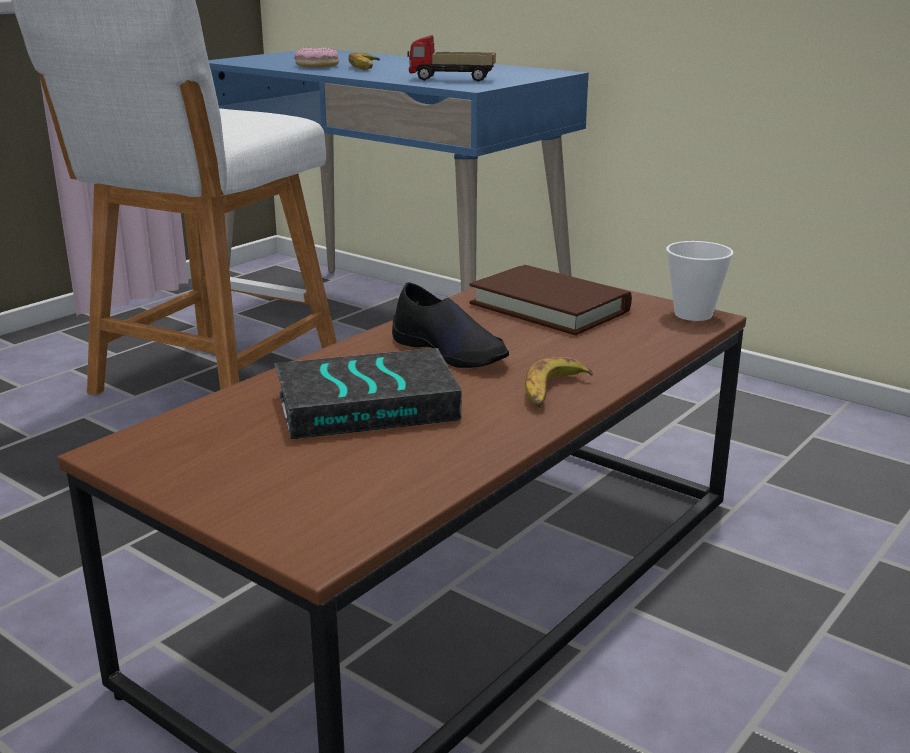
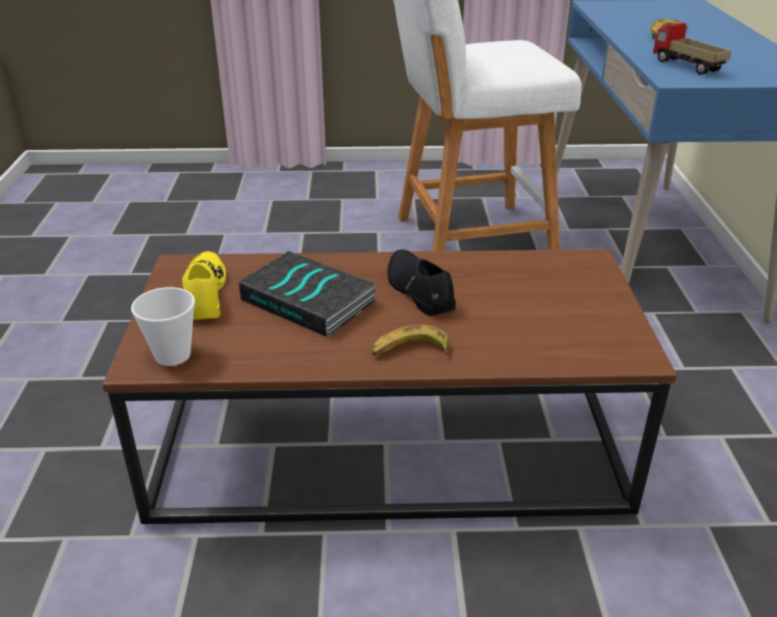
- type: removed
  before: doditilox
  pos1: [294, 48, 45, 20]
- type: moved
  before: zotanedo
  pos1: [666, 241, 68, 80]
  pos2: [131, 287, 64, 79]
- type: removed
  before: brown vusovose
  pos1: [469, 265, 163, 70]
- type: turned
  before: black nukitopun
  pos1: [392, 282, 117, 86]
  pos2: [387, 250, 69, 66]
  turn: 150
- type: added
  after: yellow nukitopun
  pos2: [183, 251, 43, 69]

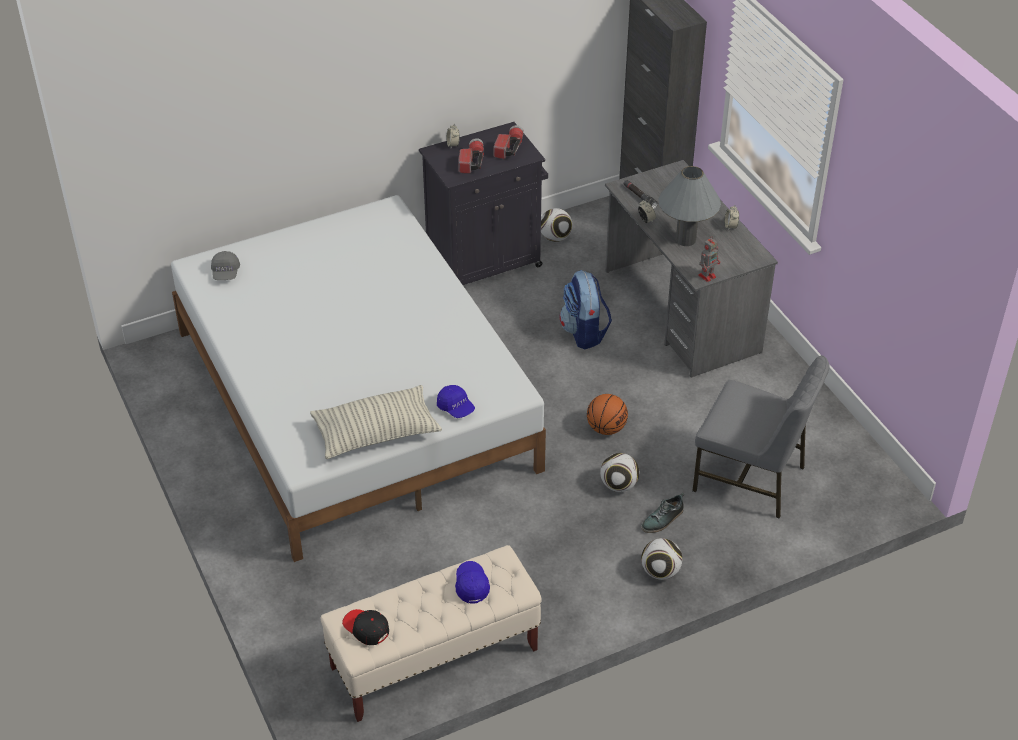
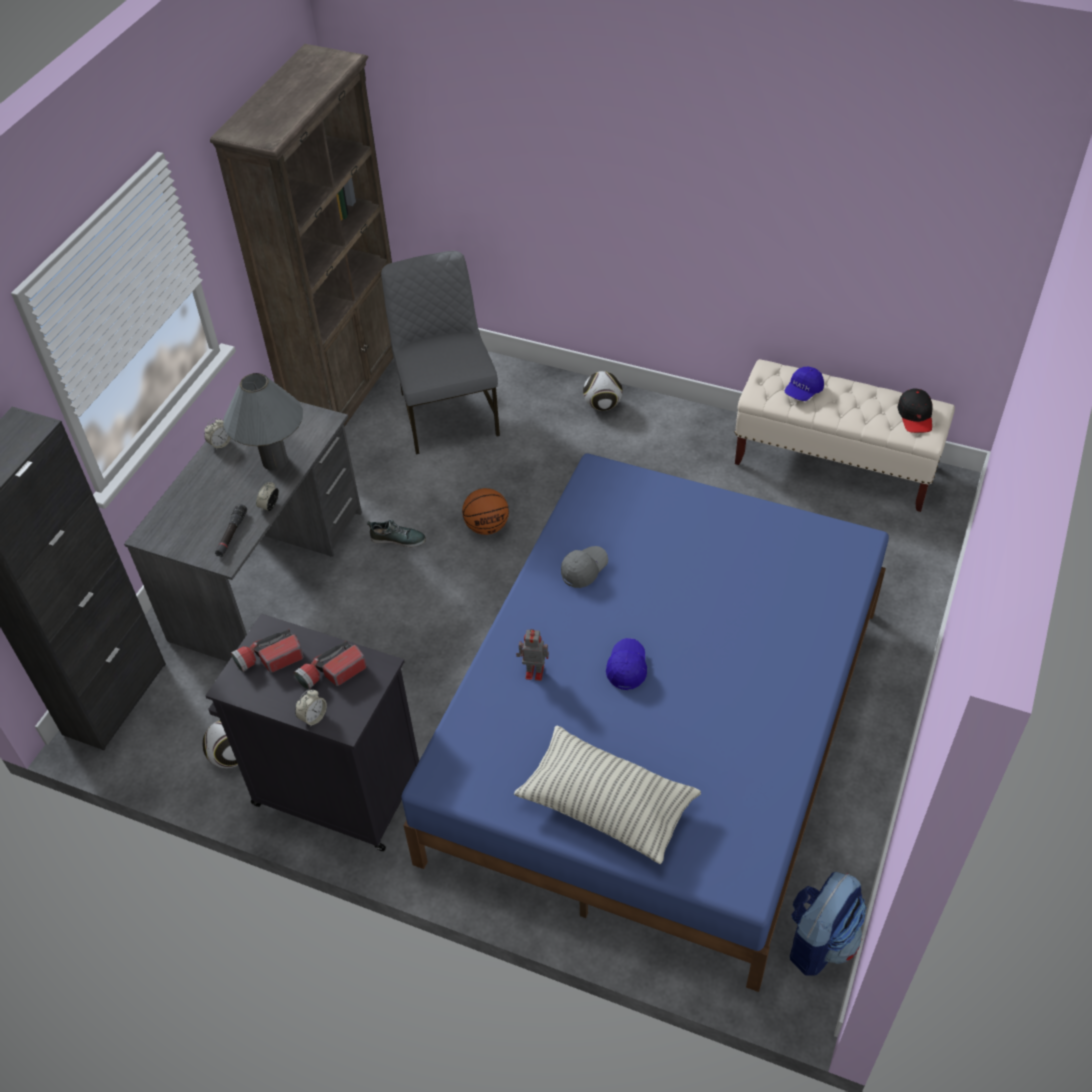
- type: recoloured
  before: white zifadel
  after: blue zifadel
  pos1: [171, 195, 375, 367]
  pos2: [401, 454, 488, 538]
- type: moved
  before: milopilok
  pos1: [698, 236, 22, 46]
  pos2: [516, 629, 33, 52]
- type: moved
  before: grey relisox
  pos1: [211, 251, 29, 29]
  pos2: [561, 546, 47, 42]
- type: moved
  before: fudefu
  pos1: [560, 270, 52, 79]
  pos2: [790, 872, 76, 104]
- type: moved
  before: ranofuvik
  pos1: [310, 385, 132, 74]
  pos2: [514, 725, 187, 139]
- type: moved
  before: blue relisox
  pos1: [437, 385, 38, 33]
  pos2: [606, 638, 41, 52]
- type: removed
  before: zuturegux
  pos1: [600, 453, 39, 39]
- type: moved
  before: nukitopun
  pos1: [641, 493, 43, 40]
  pos2: [367, 519, 59, 28]
- type: added
  after: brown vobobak
  pos2: [210, 44, 184, 383]

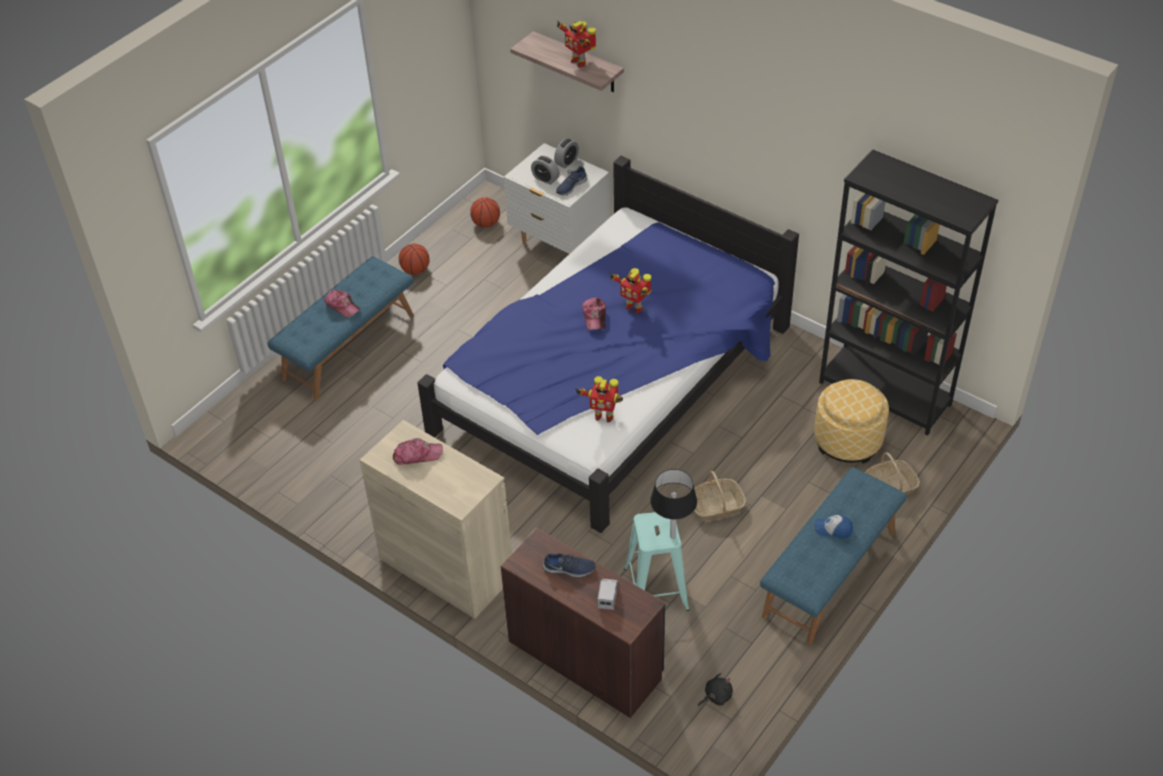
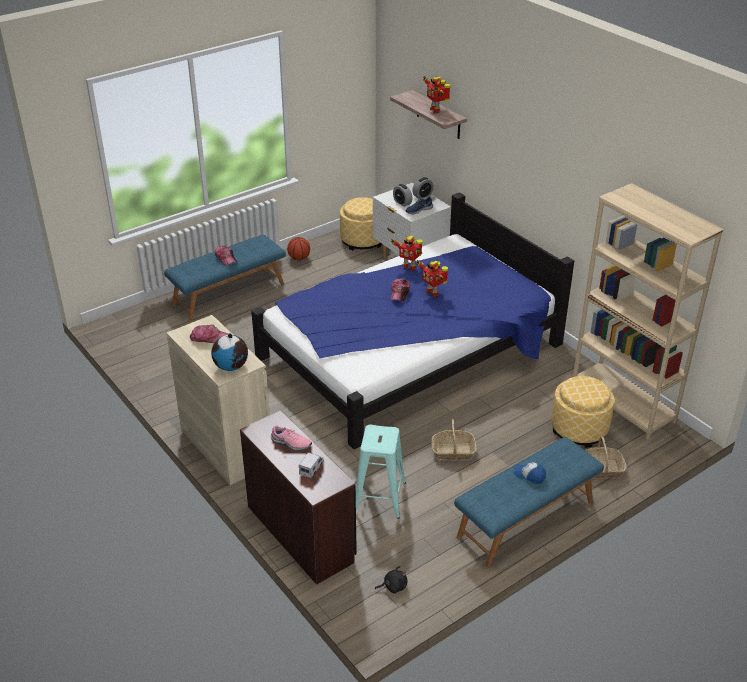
- type: recoloured
  before: black vobobak
  after: beige vobobak
  pos1: [819, 149, 179, 287]
  pos2: [573, 183, 151, 257]
- type: replaced
  before: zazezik
  after: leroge
  pos1: [470, 197, 30, 31]
  pos2: [340, 197, 42, 53]
- type: moved
  before: milopilok
  pos1: [576, 376, 47, 47]
  pos2: [391, 236, 32, 35]
- type: removed
  before: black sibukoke
  pos1: [650, 469, 47, 70]
- type: recoloured
  before: blue nukitopun
  after: pink nukitopun
  pos1: [543, 553, 53, 25]
  pos2: [271, 425, 41, 25]
- type: added
  after: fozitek
  pos2: [211, 333, 37, 38]

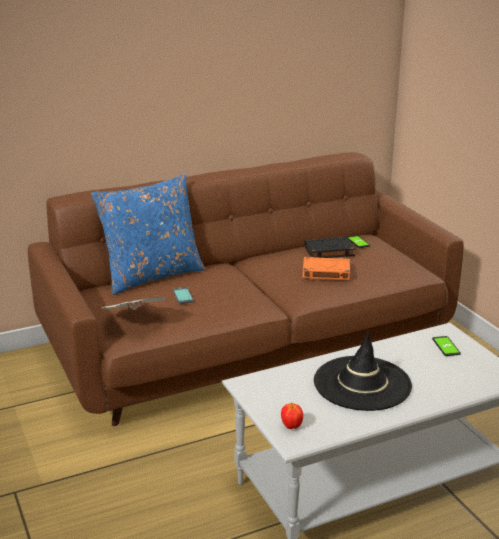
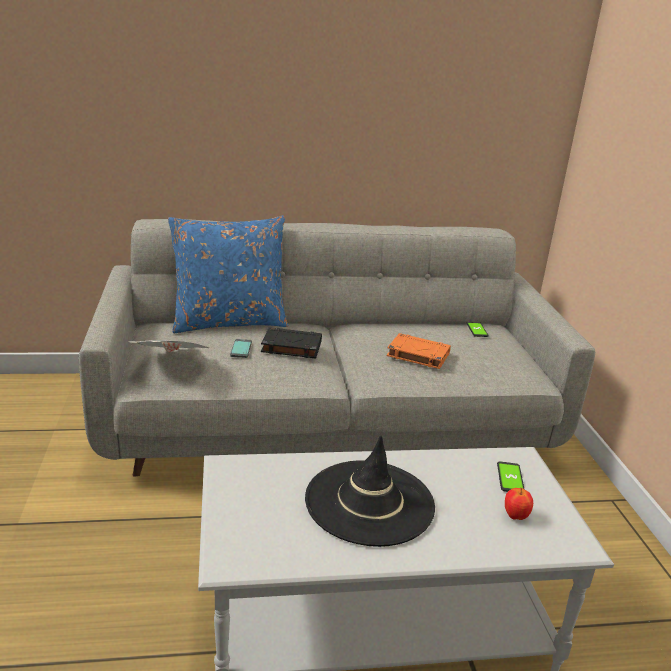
- type: recoloured
  before: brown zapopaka
  after: grey zapopaka
  pos1: [28, 152, 436, 274]
  pos2: [79, 219, 516, 258]
- type: moved
  before: black vusovose
  pos1: [304, 237, 51, 21]
  pos2: [261, 327, 61, 32]
- type: moved
  before: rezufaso
  pos1: [281, 403, 22, 26]
  pos2: [505, 488, 28, 32]

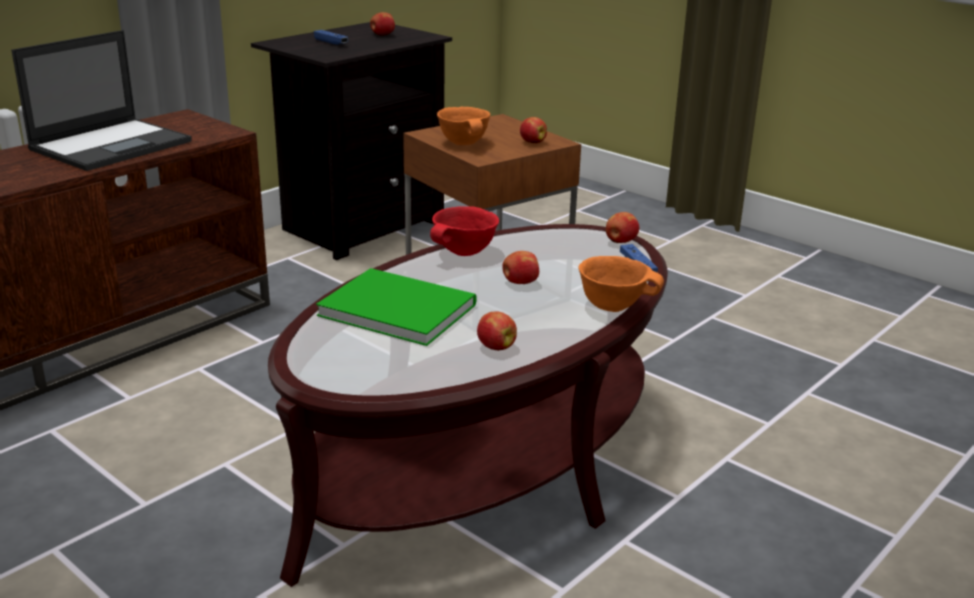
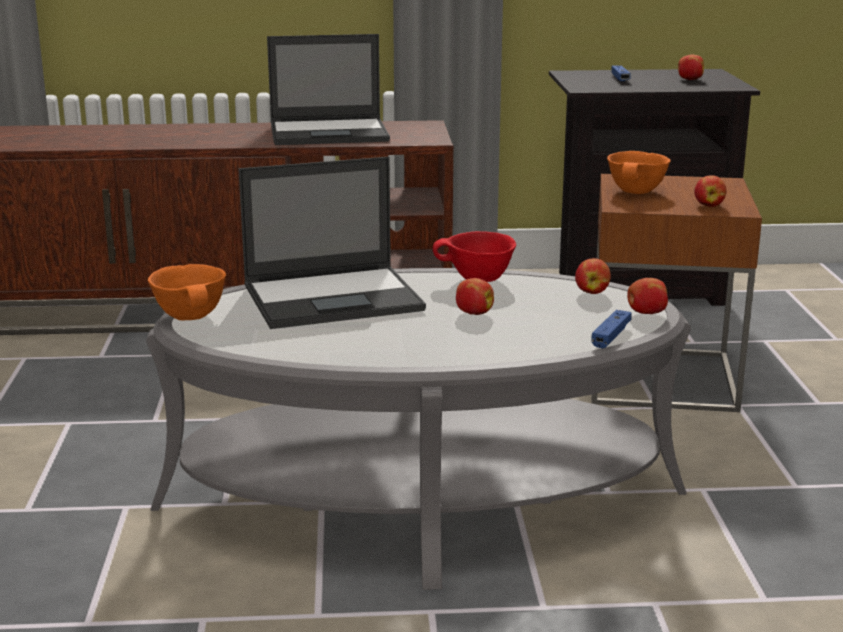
- type: recoloured
  before: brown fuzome
  after: grey fuzome
  pos1: [268, 224, 400, 363]
  pos2: [146, 268, 545, 322]
- type: moved
  before: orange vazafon
  pos1: [579, 256, 85, 56]
  pos2: [148, 264, 78, 56]
- type: replaced
  before: green vusovose
  after: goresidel
  pos1: [316, 268, 160, 78]
  pos2: [238, 157, 188, 172]
- type: moved
  before: rezufaso
  pos1: [477, 311, 40, 39]
  pos2: [575, 258, 36, 36]

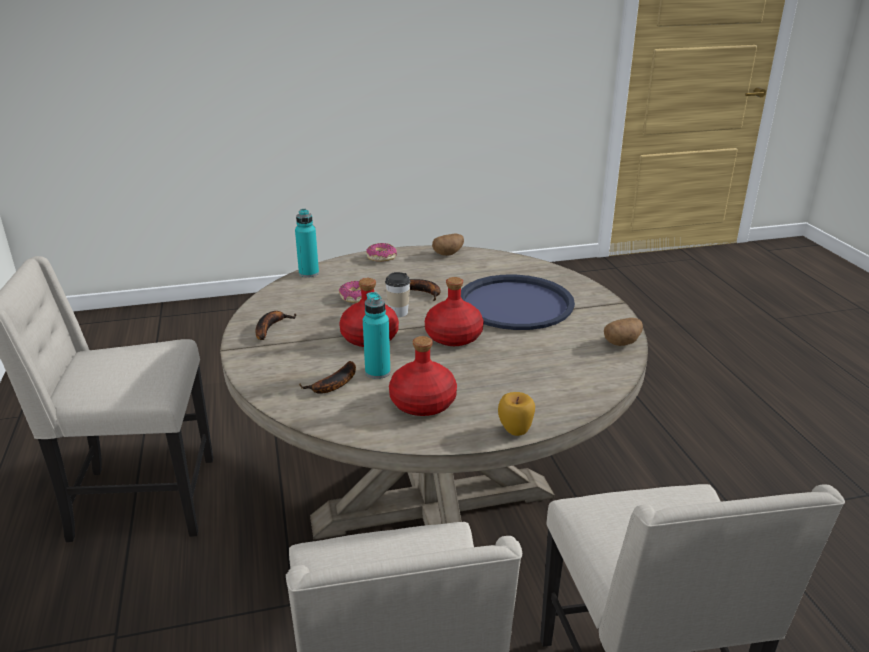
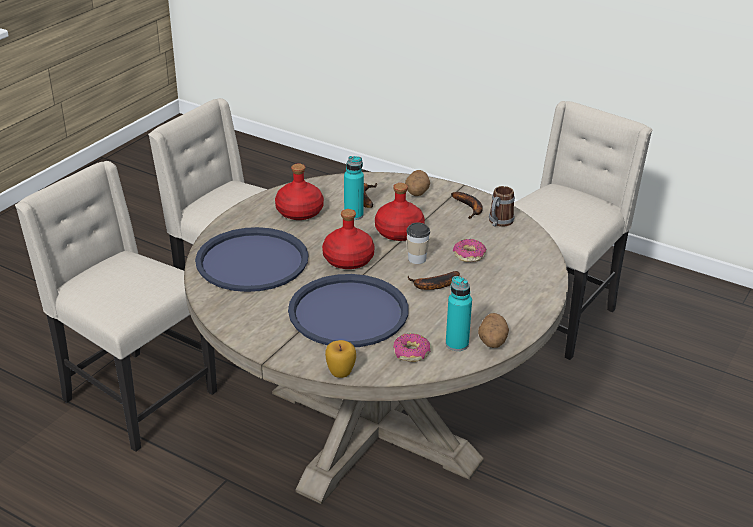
- type: moved
  before: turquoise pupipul
  pos1: [295, 209, 24, 69]
  pos2: [446, 276, 26, 75]
- type: moved
  before: doditilox
  pos1: [366, 243, 31, 19]
  pos2: [393, 333, 37, 29]
- type: moved
  before: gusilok
  pos1: [604, 318, 39, 28]
  pos2: [405, 170, 25, 26]
- type: moved
  before: rezufaso
  pos1: [498, 392, 37, 44]
  pos2: [325, 340, 31, 38]
- type: added
  after: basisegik
  pos2: [489, 186, 26, 41]
- type: added
  after: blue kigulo
  pos2: [195, 227, 113, 65]

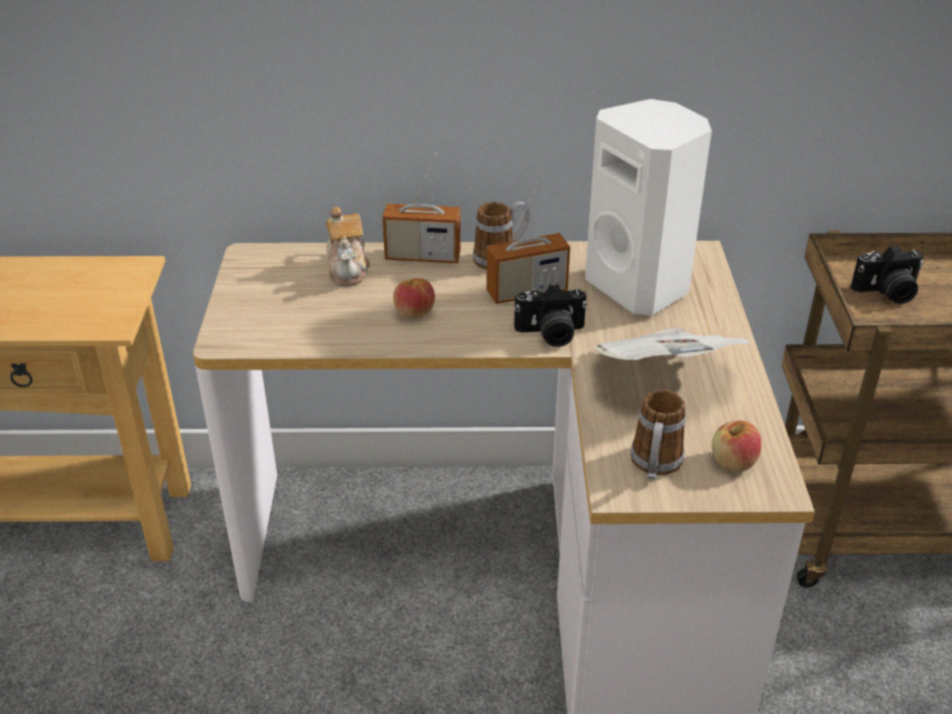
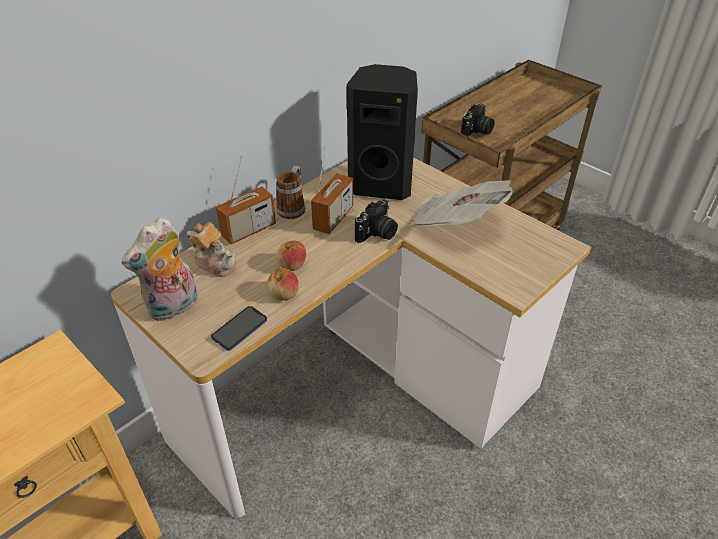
- type: recoloured
  before: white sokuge
  after: black sokuge
  pos1: [585, 99, 127, 216]
  pos2: [347, 64, 71, 136]
- type: removed
  before: basisegik
  pos1: [631, 390, 55, 90]
- type: moved
  before: rezufaso
  pos1: [712, 421, 49, 51]
  pos2: [267, 268, 32, 33]
- type: added
  after: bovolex
  pos2: [122, 218, 76, 104]
- type: added
  after: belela
  pos2: [211, 306, 56, 45]

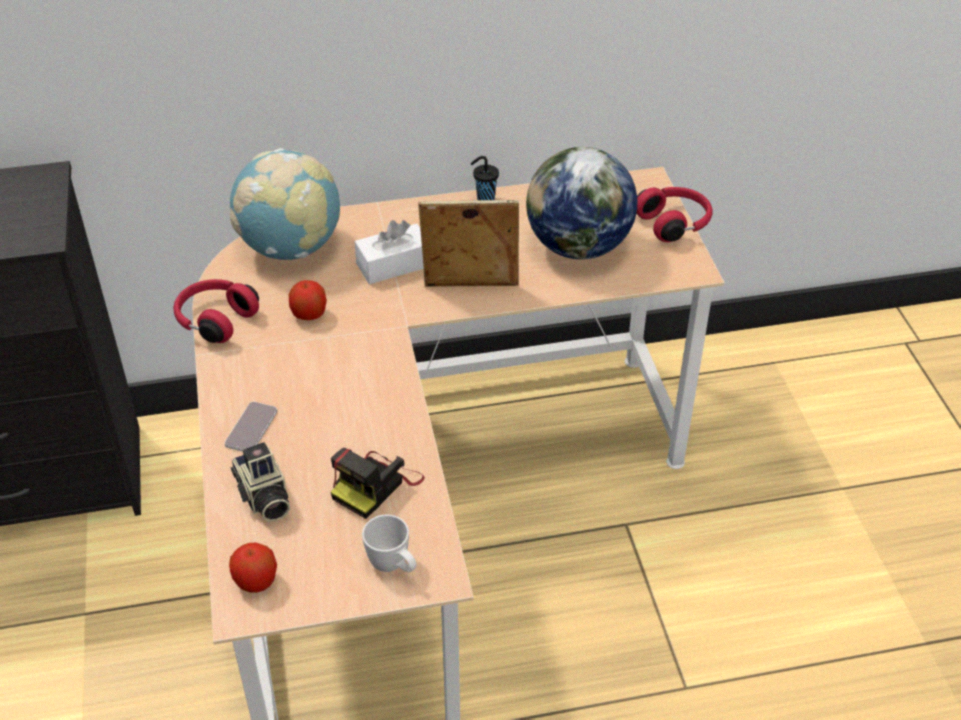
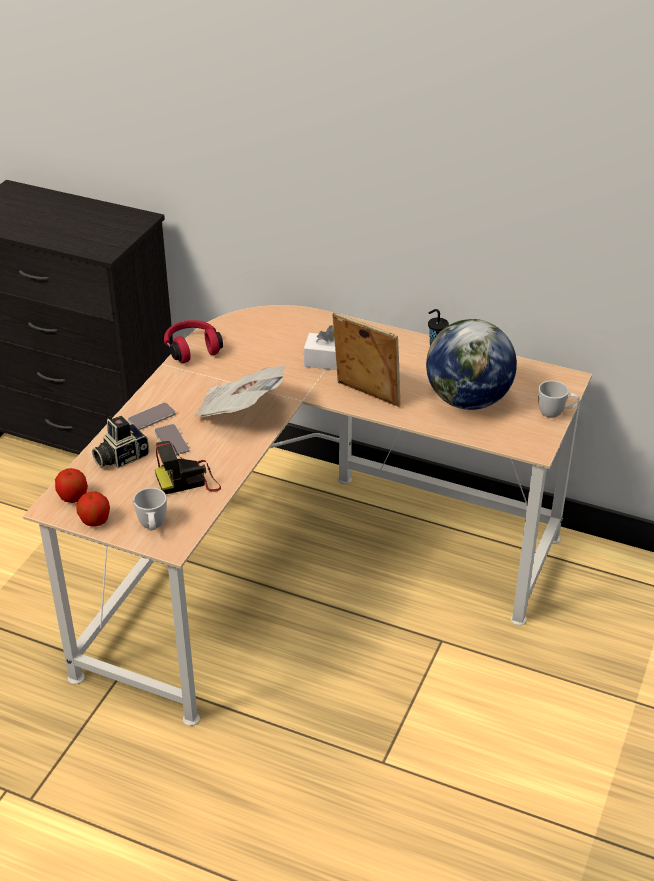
- type: removed
  before: fozitek
  pos1: [230, 148, 110, 112]
- type: replaced
  before: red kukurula
  after: white basisegik
  pos1: [636, 187, 76, 55]
  pos2: [538, 381, 42, 37]
- type: moved
  before: rezufaso
  pos1: [289, 280, 38, 40]
  pos2: [76, 492, 34, 35]
- type: turned
  before: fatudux
  pos1: [231, 442, 59, 80]
  pos2: [92, 416, 57, 52]
  turn: 45
- type: added
  after: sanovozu
  pos2: [194, 366, 92, 51]
- type: added
  after: belela
  pos2: [154, 424, 35, 31]

